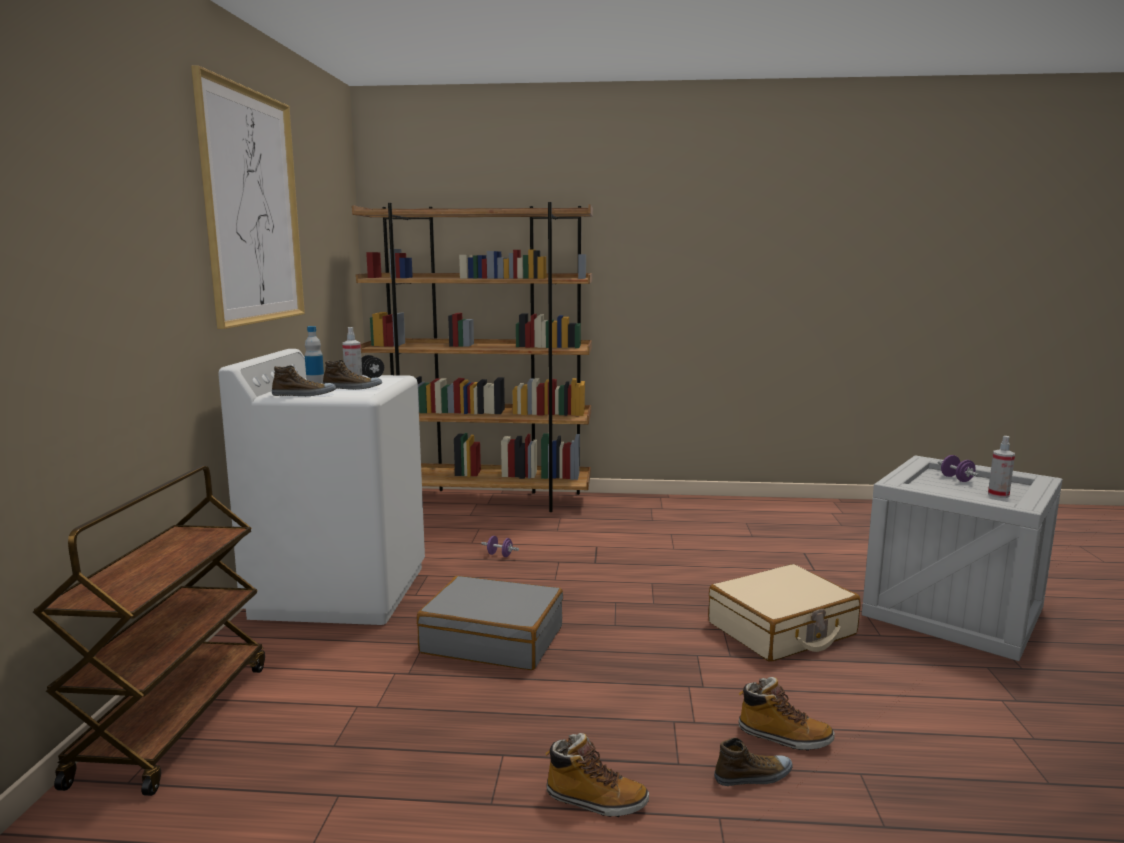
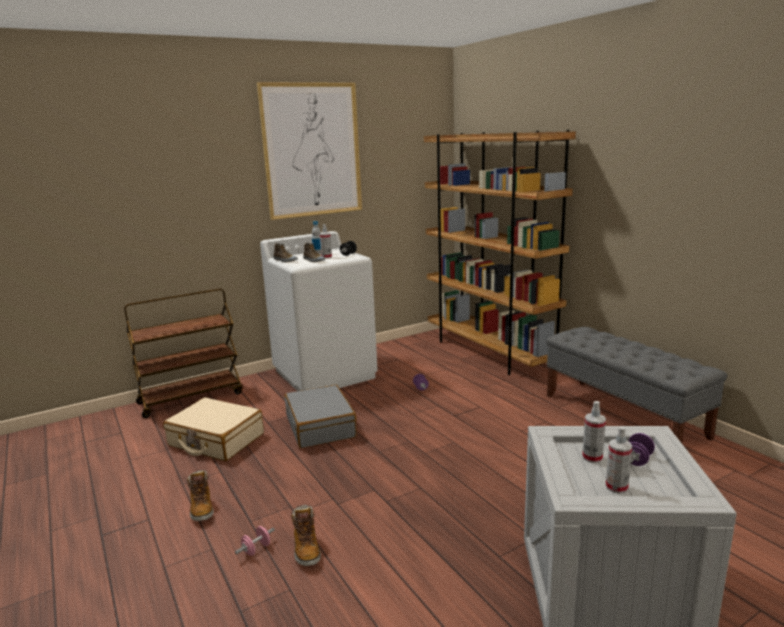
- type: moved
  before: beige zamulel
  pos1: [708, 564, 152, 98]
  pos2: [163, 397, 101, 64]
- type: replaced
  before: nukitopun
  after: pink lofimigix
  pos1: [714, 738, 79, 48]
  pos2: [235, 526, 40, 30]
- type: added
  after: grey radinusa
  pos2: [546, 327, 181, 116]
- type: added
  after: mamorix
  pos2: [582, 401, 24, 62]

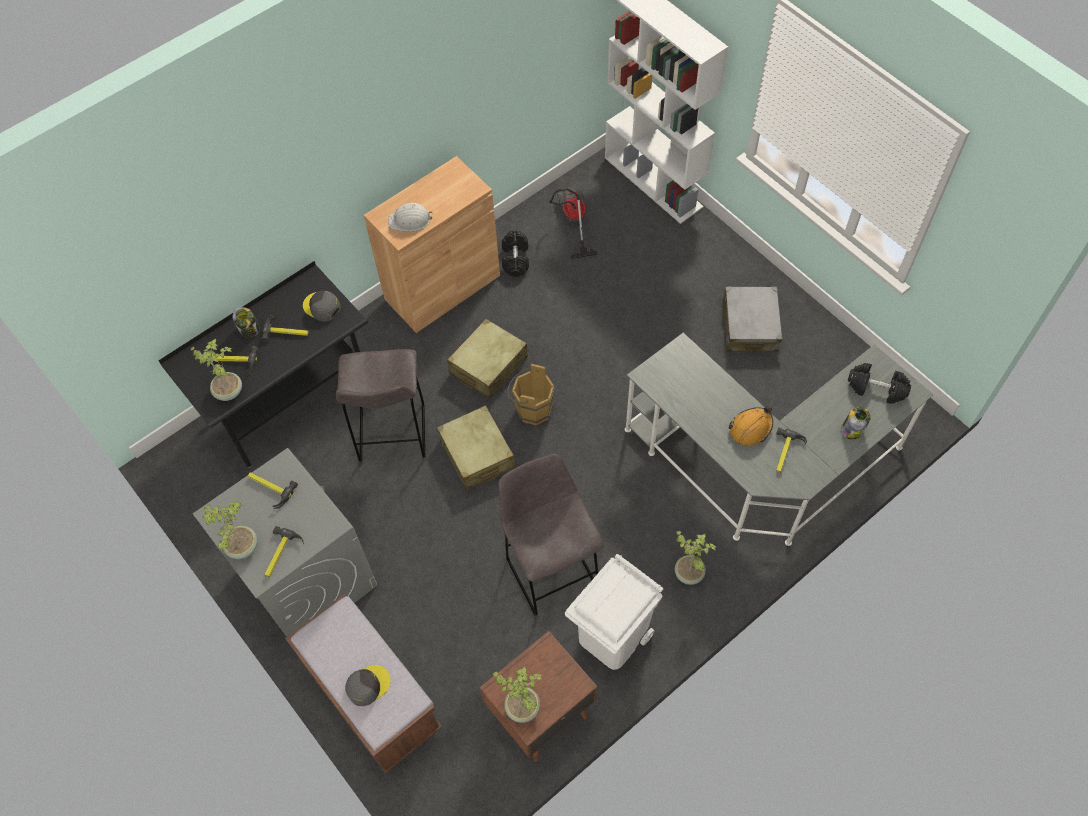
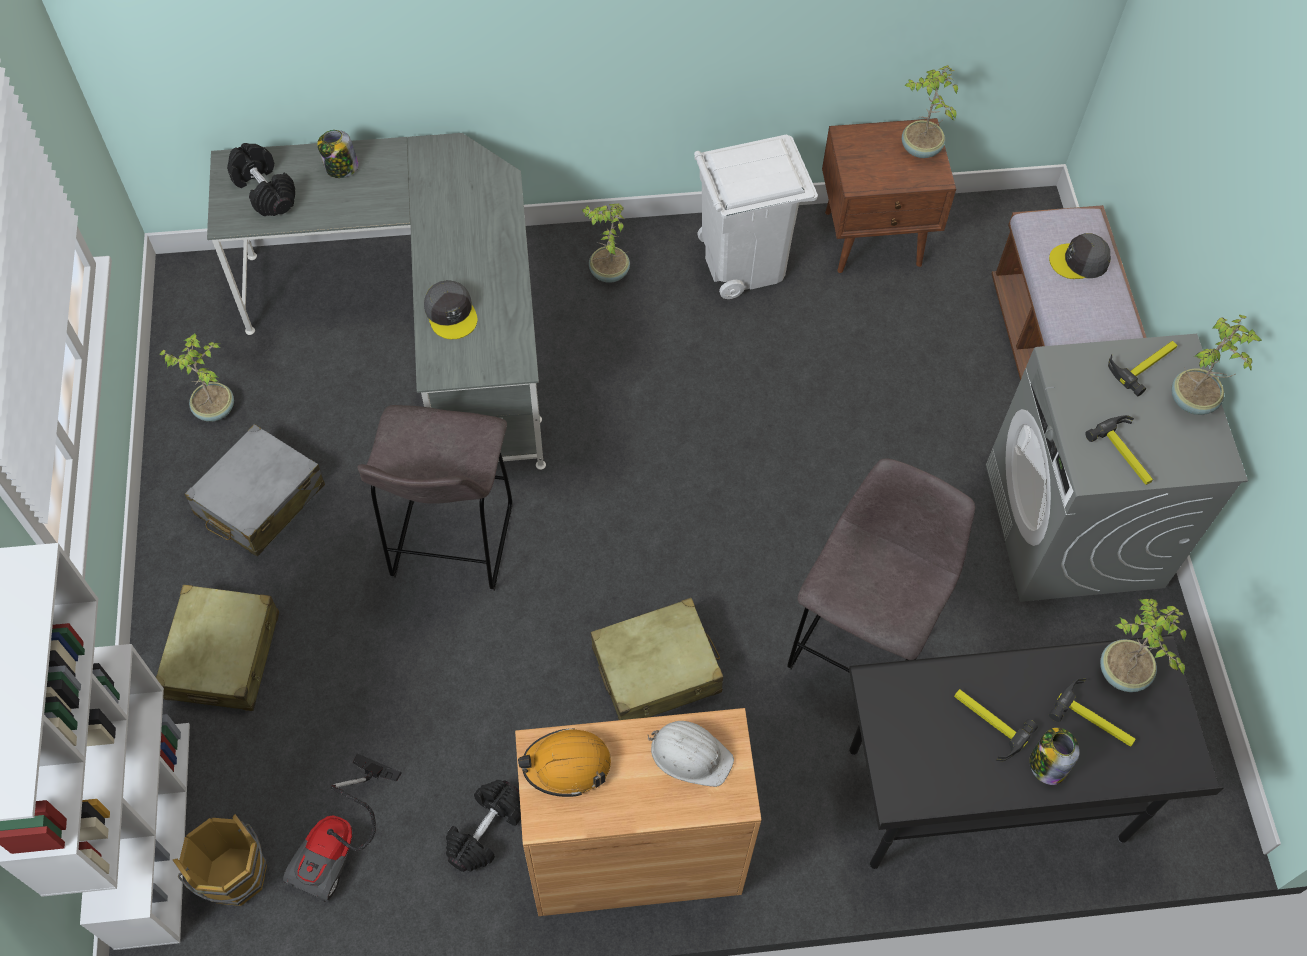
- type: moved
  before: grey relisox
  pos1: [303, 291, 38, 31]
  pos2: [424, 280, 54, 59]
- type: moved
  before: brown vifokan
  pos1: [507, 364, 48, 61]
  pos2: [173, 814, 94, 92]
- type: moved
  before: beige zamulel
  pos1: [437, 405, 78, 85]
  pos2: [156, 585, 123, 126]
- type: moved
  before: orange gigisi
  pos1: [728, 406, 45, 40]
  pos2: [518, 728, 93, 69]
- type: removed
  before: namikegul
  pos1: [776, 427, 31, 46]
- type: moved
  before: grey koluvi
  pos1: [499, 454, 105, 162]
  pos2: [357, 405, 156, 186]
- type: added
  after: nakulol
  pos2: [160, 333, 74, 89]

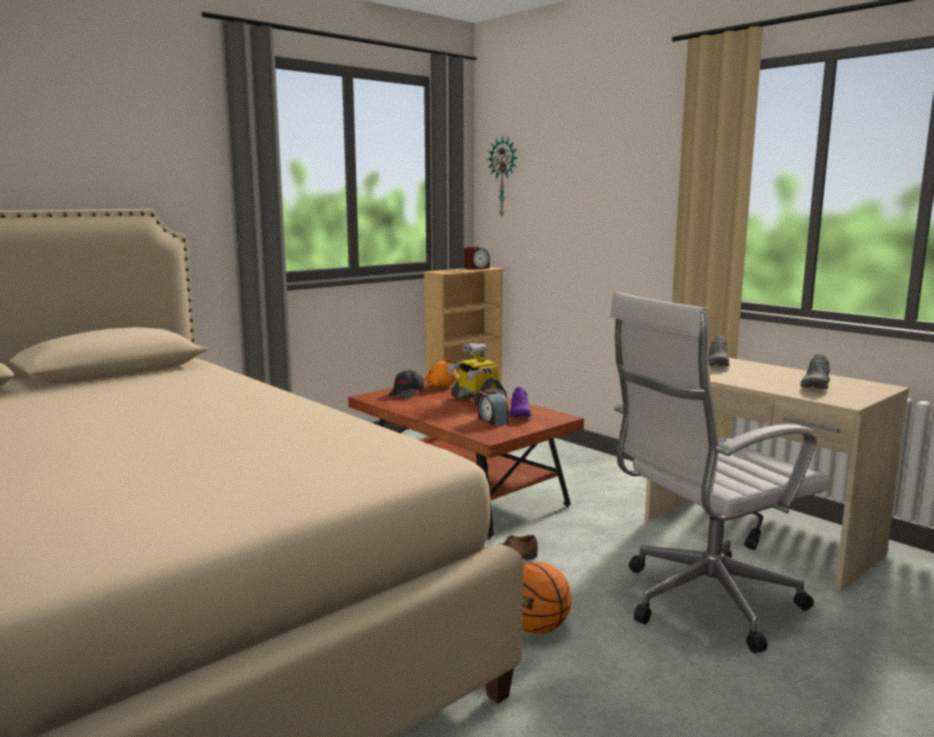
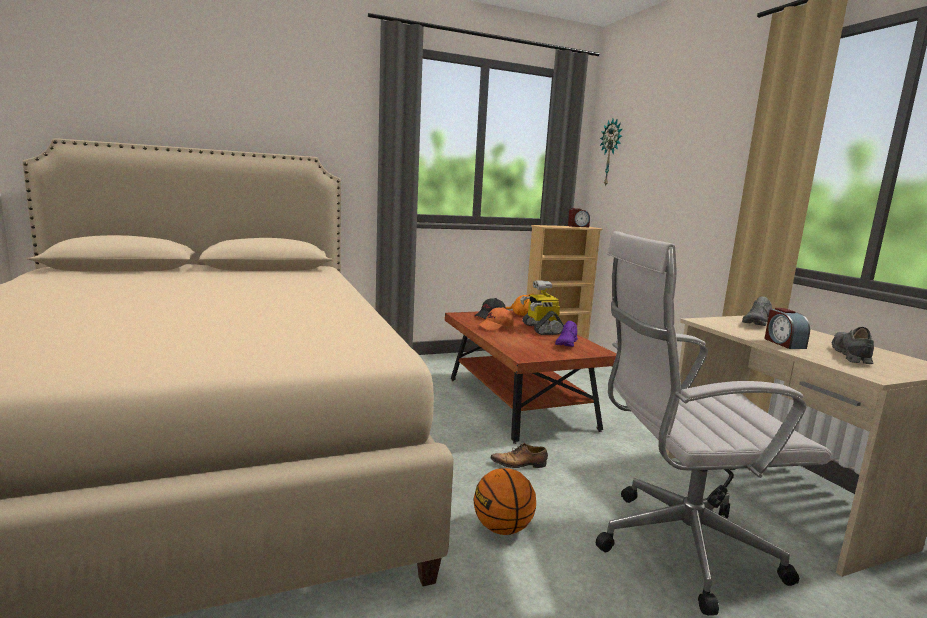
- type: turned
  before: grey nukitopun
  pos1: [800, 354, 30, 35]
  pos2: [832, 327, 42, 37]
  turn: 150
- type: moved
  before: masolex
  pos1: [478, 389, 30, 37]
  pos2: [765, 308, 45, 41]
- type: added
  after: orange relisox
  pos2: [478, 307, 36, 24]

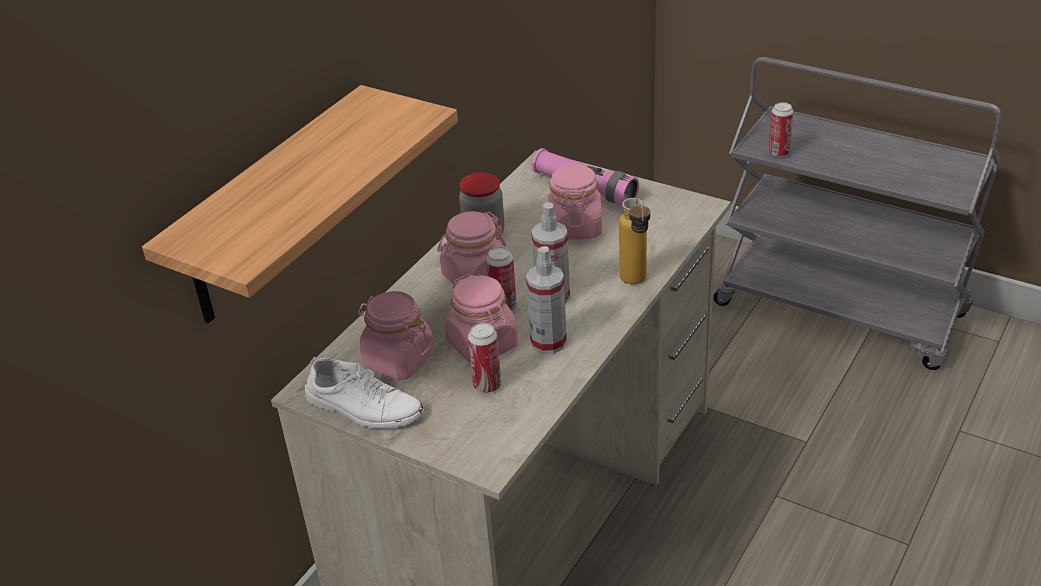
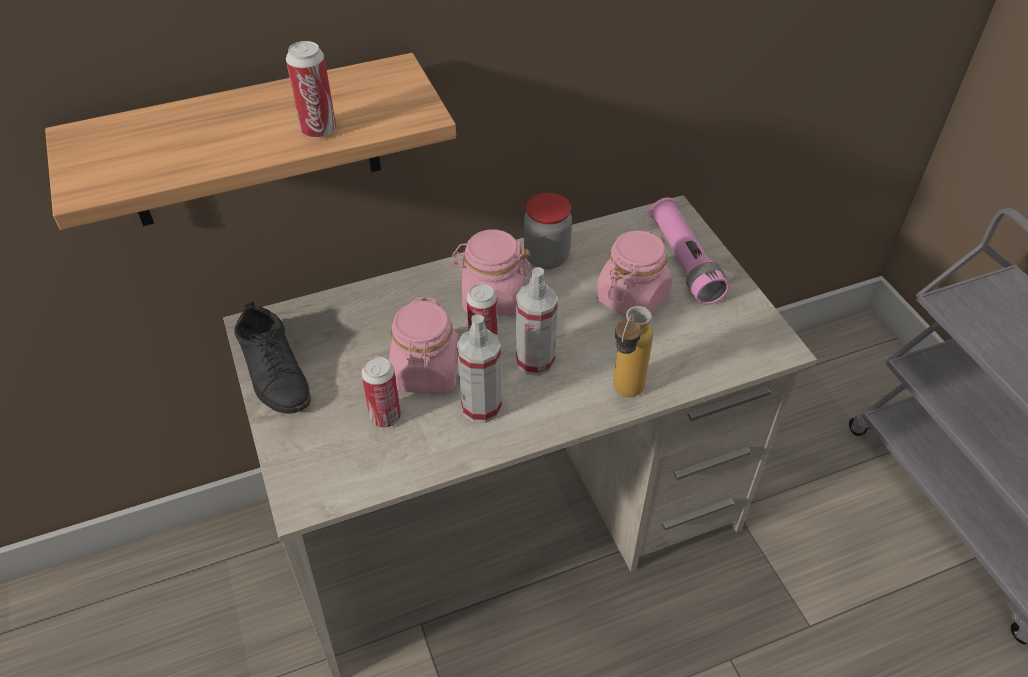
- type: moved
  before: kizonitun
  pos1: [769, 102, 24, 55]
  pos2: [286, 41, 50, 97]
- type: removed
  before: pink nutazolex
  pos1: [358, 291, 77, 89]
- type: recoloured
  before: white nukitopun
  after: black nukitopun
  pos1: [305, 357, 119, 72]
  pos2: [234, 302, 77, 112]

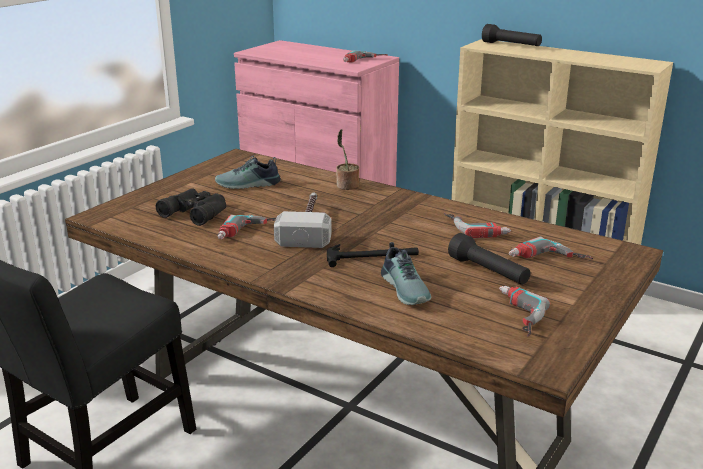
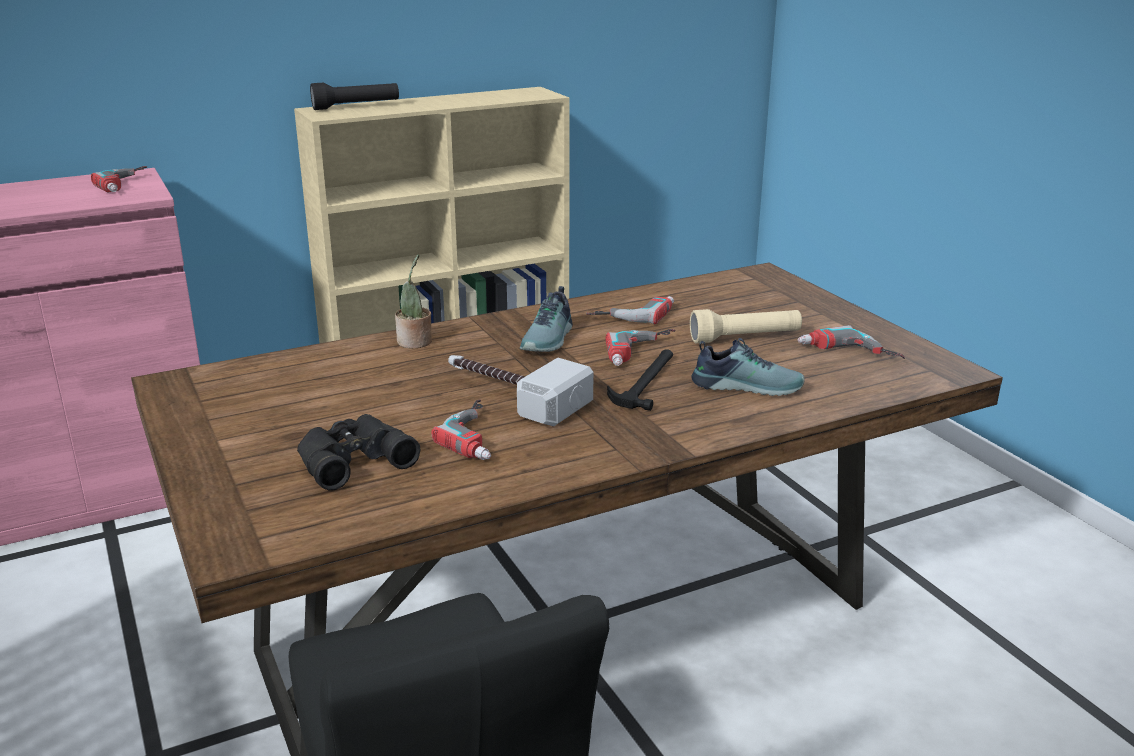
- type: moved
  before: nukitopun
  pos1: [215, 156, 66, 33]
  pos2: [520, 286, 53, 66]
- type: recoloured
  before: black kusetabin
  after: beige kusetabin
  pos1: [448, 233, 82, 52]
  pos2: [690, 309, 112, 34]
- type: moved
  before: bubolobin
  pos1: [509, 236, 84, 23]
  pos2: [606, 329, 69, 37]

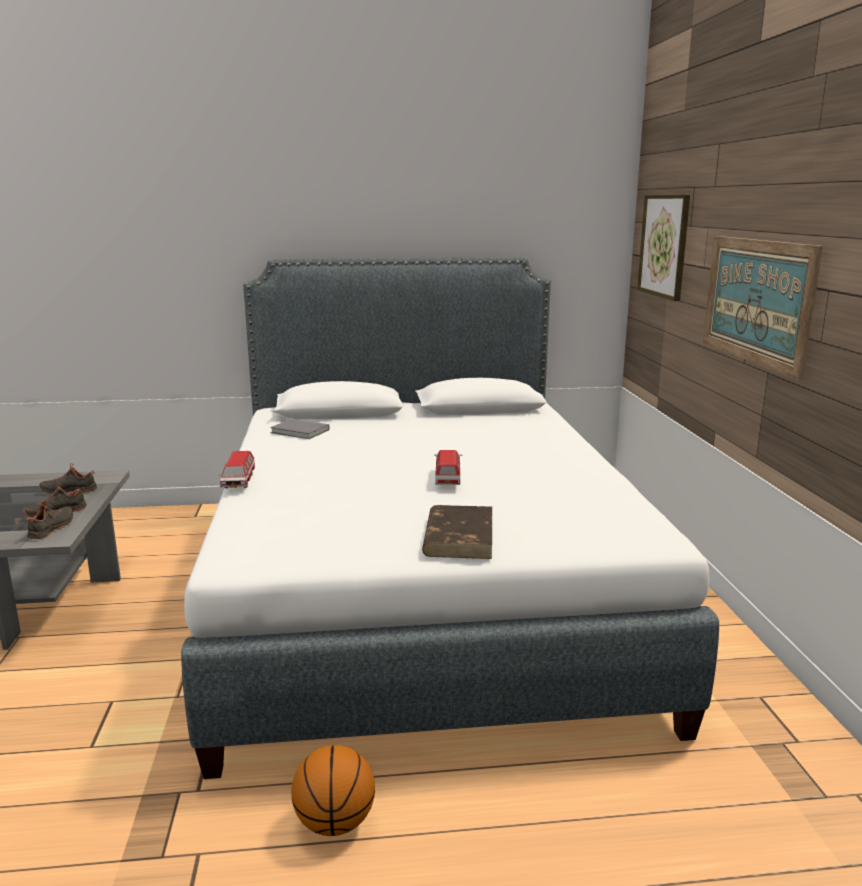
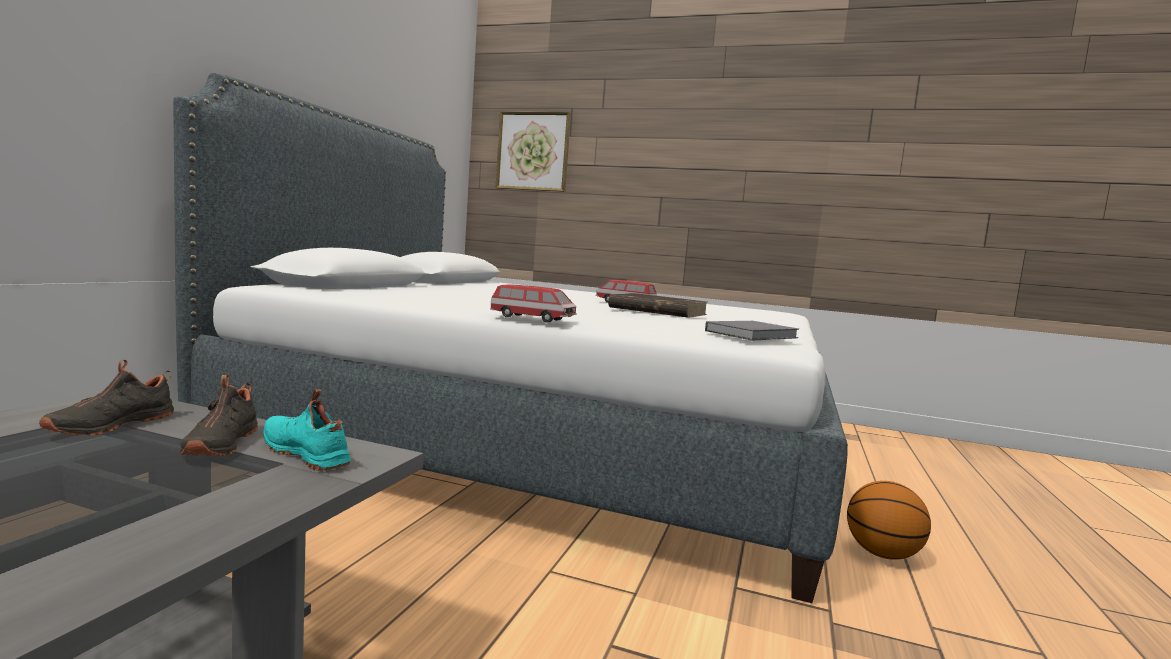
- type: removed
  before: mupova
  pos1: [703, 236, 120, 144]
- type: moved
  before: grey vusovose
  pos1: [270, 419, 59, 20]
  pos2: [705, 321, 94, 20]
- type: recoloured
  before: black nukitopun
  after: turquoise nukitopun
  pos1: [26, 500, 47, 39]
  pos2: [263, 389, 88, 82]
- type: moved
  before: brown vusovose
  pos1: [422, 505, 70, 54]
  pos2: [608, 293, 99, 25]

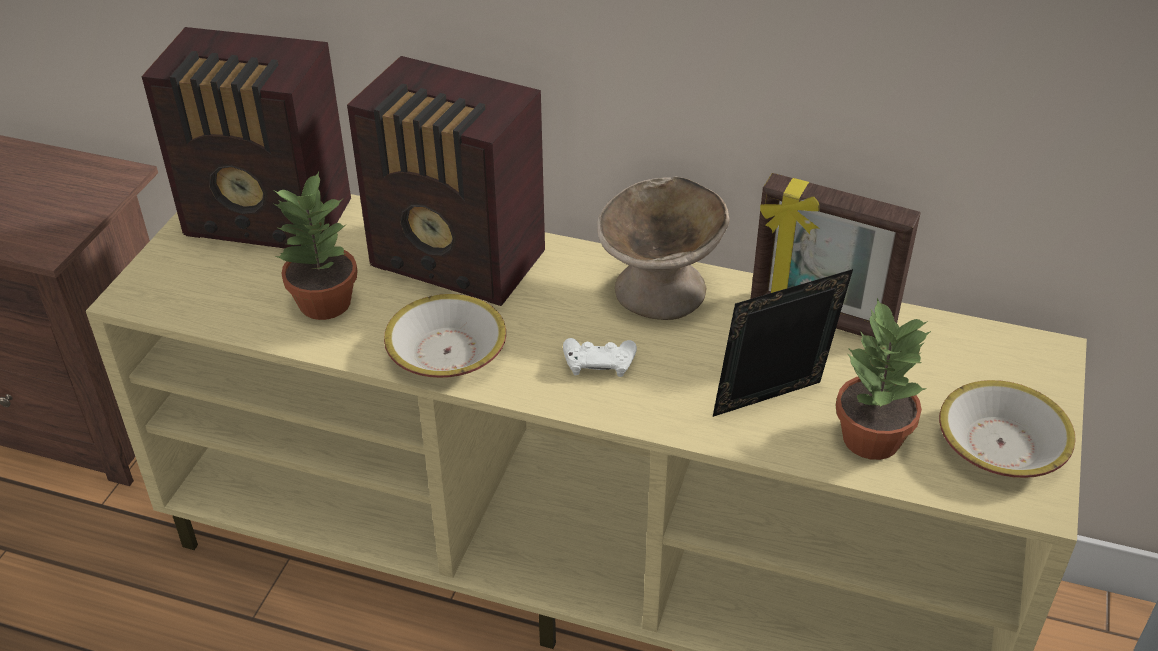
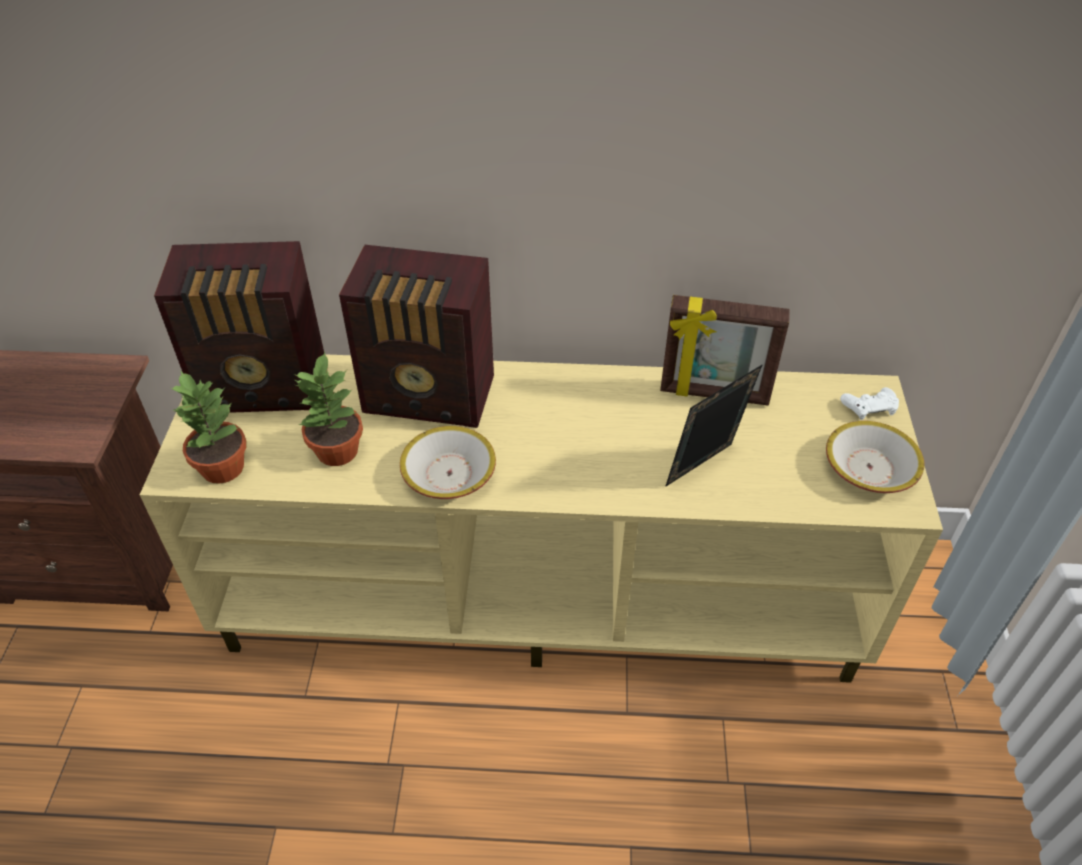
- type: removed
  before: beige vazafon
  pos1: [597, 176, 133, 144]
- type: moved
  before: nakulol
  pos1: [835, 298, 96, 162]
  pos2: [171, 370, 75, 114]
- type: moved
  before: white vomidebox
  pos1: [563, 338, 74, 39]
  pos2: [840, 387, 59, 33]

